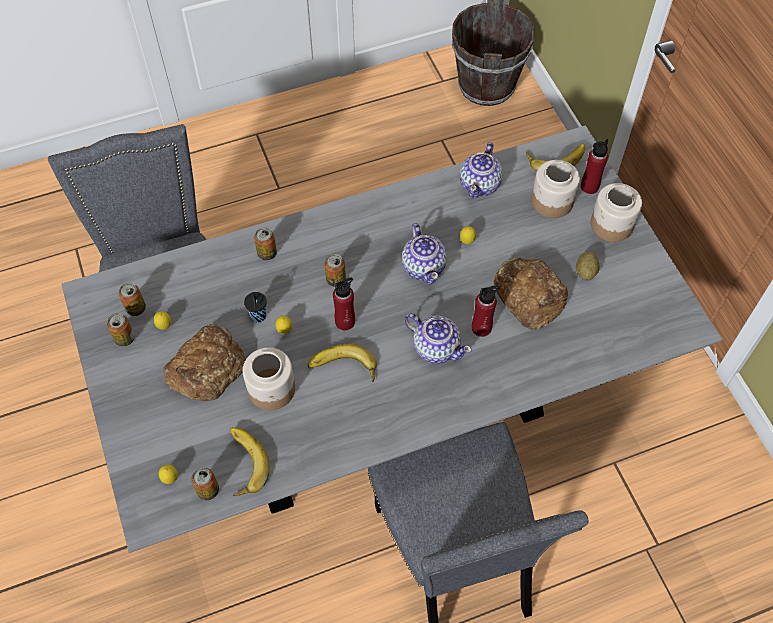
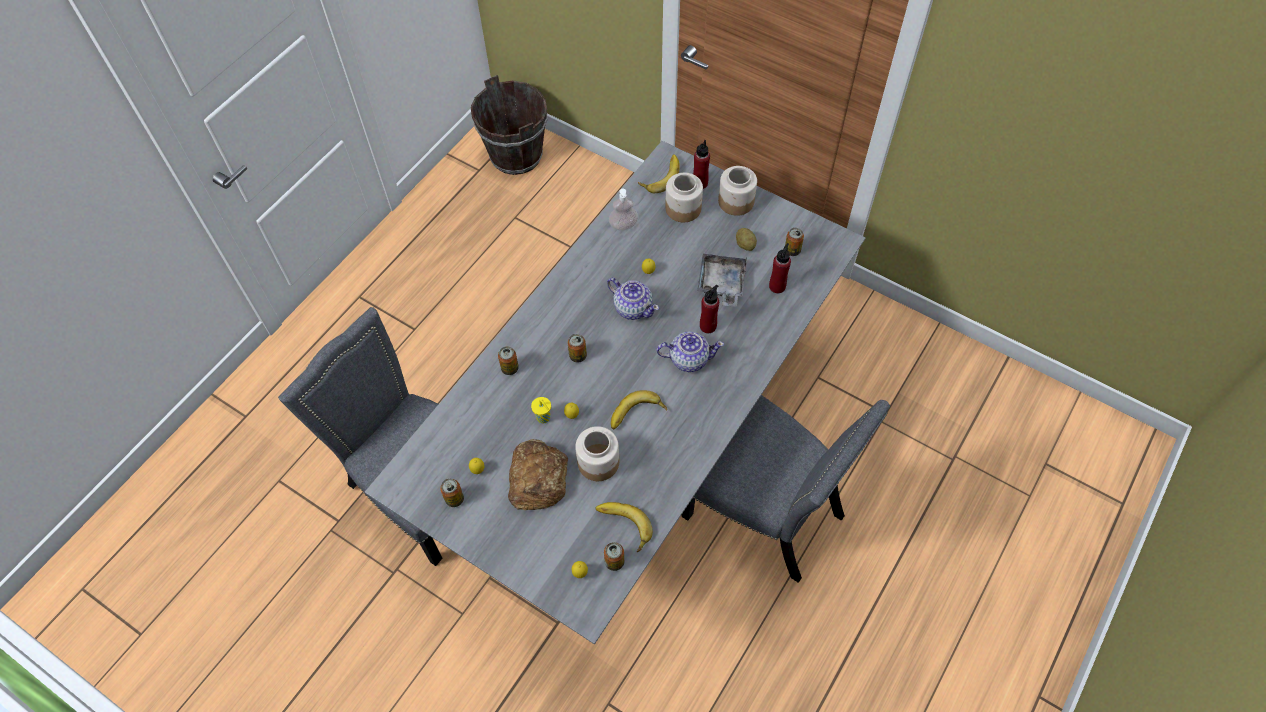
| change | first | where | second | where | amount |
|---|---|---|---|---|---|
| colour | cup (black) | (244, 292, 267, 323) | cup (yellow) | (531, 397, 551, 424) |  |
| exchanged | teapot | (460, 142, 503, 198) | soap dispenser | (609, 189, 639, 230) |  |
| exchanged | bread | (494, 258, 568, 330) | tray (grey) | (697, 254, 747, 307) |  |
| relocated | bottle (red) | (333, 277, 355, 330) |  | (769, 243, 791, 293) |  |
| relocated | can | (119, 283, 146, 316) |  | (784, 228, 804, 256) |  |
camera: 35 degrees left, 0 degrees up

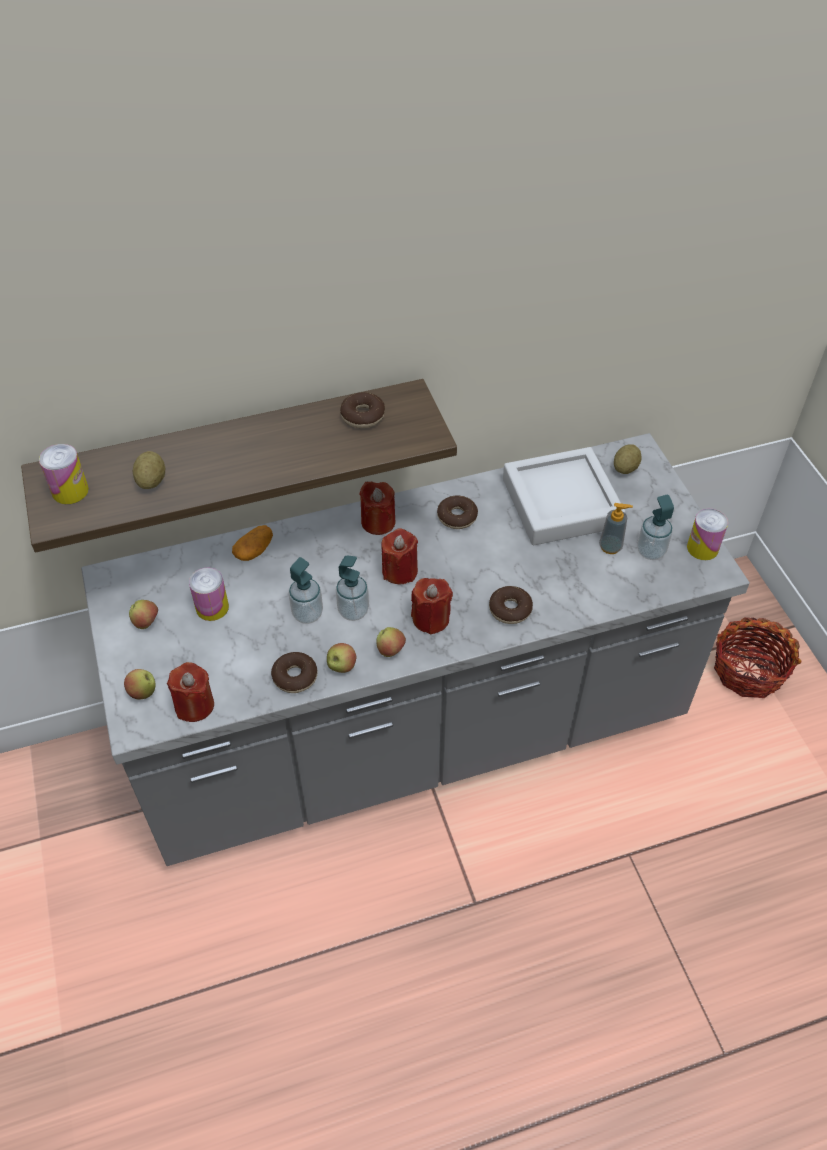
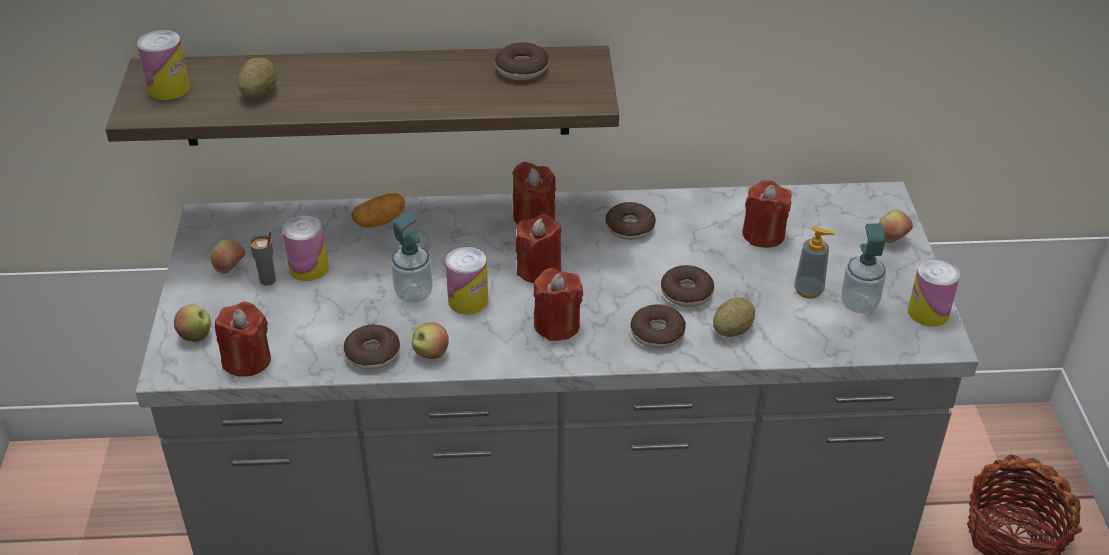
| change | first | where | second | where | amount |
|---|---|---|---|---|---|
| appeared |  |  | cup (grey) | (250, 232, 276, 286) |  |
| exchanged | soap dispenser | (336, 556, 369, 621) | can | (445, 247, 488, 314) |  |
| appeared |  |  | donut | (661, 265, 714, 307) |  |
| relocated | potato | (614, 444, 642, 474) |  | (713, 297, 755, 337) |  |
| exchanged | tray (grey) | (503, 447, 626, 545) | candle (red) | (742, 180, 792, 248) |  |
| relocated | apple | (376, 627, 406, 657) |  | (879, 210, 913, 243) |  |
camera: 15 degrees right, 10 degrees down

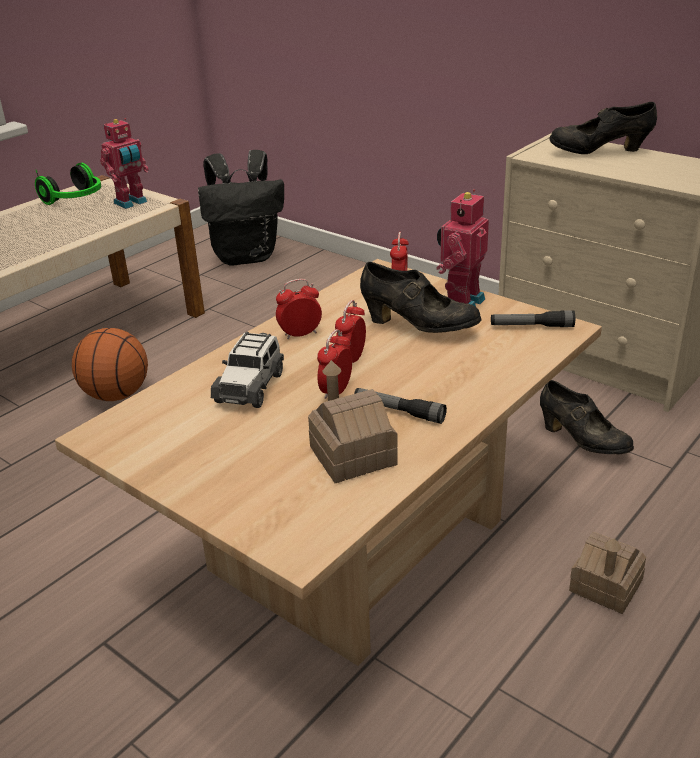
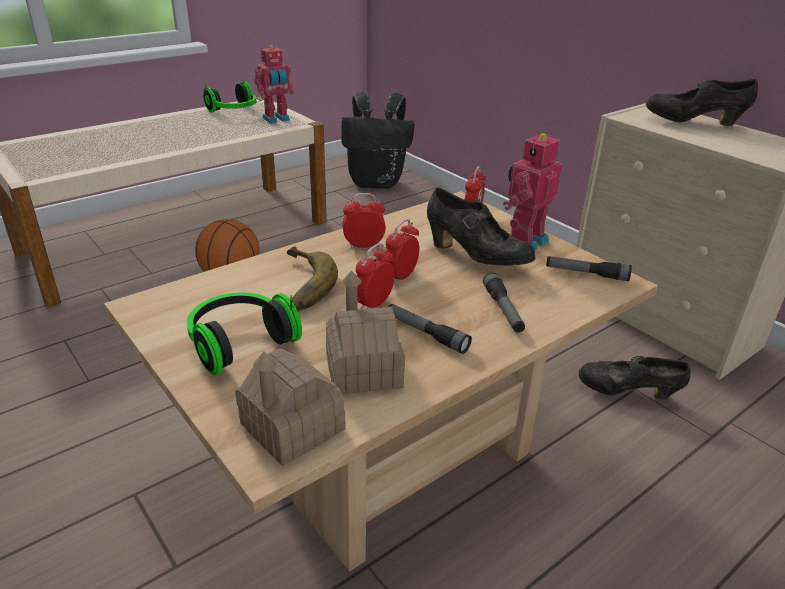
| change | first | where | second | where | amount |
|---|---|---|---|---|---|
| appeared |  |  | headphones | (187, 293, 302, 376) |  |
| relocated | toy house | (569, 532, 646, 614) |  | (235, 348, 345, 466) |  |
| exchanged | toy car | (211, 332, 284, 408) | banana | (287, 247, 338, 312) |  |
| appeared |  |  | flashlight | (483, 272, 525, 333) |  |
| spun | shoe (black) | (540, 380, 634, 454) |  | (579, 356, 691, 400) | 135 degrees clockwise |
camera: 10 degrees right, 0 degrees up

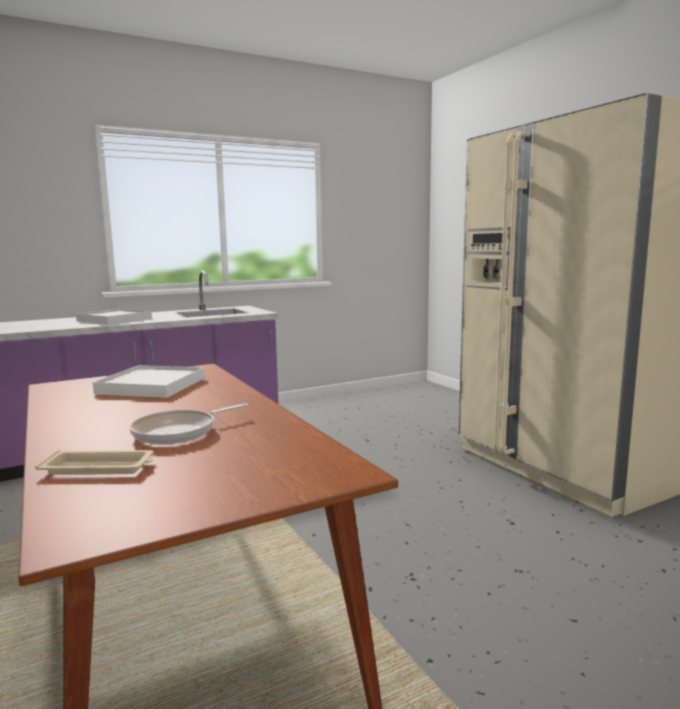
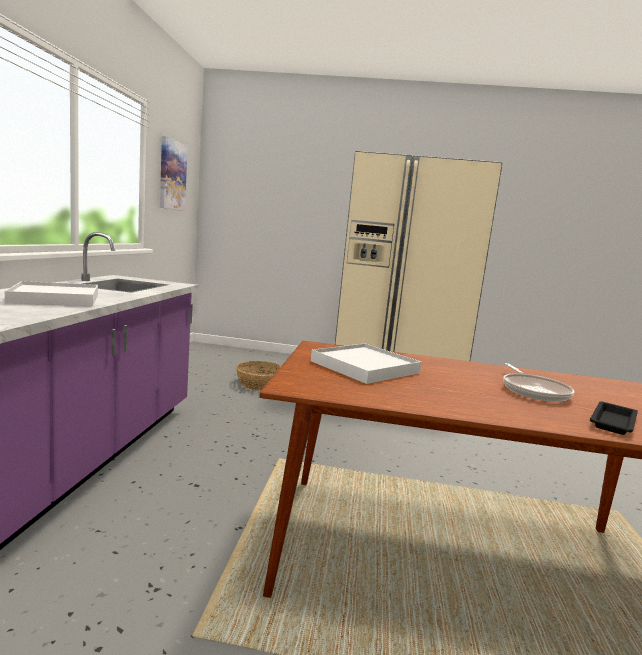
| change | first | where | second | where | amount |
|---|---|---|---|---|---|
| appeared |  |  | picture | (160, 136, 188, 211) |  |
| appeared |  |  | basket | (236, 361, 281, 391) |  |
| colour | tray (beige) | (35, 450, 154, 475) | tray (black) | (590, 401, 638, 435) |  |
camera: 55 degrees left, 0 degrees up

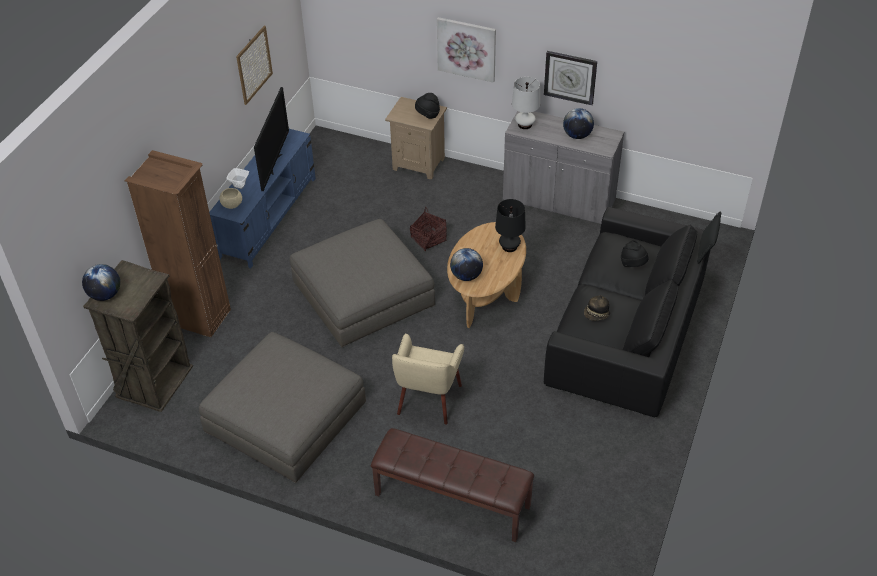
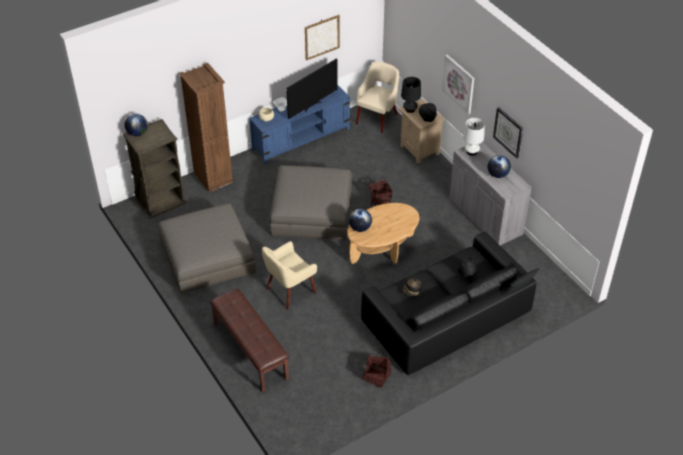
| change | first | where | second | where | amount |
|---|---|---|---|---|---|
| appeared |  |  | armchair (beige) | (356, 62, 399, 133) |  |
| appeared |  |  | basket | (362, 353, 392, 388) |  |
| relocated | table lamp (black) | (495, 199, 526, 252) |  | (401, 77, 421, 113) |  |
camera: 35 degrees right, 0 degrees up

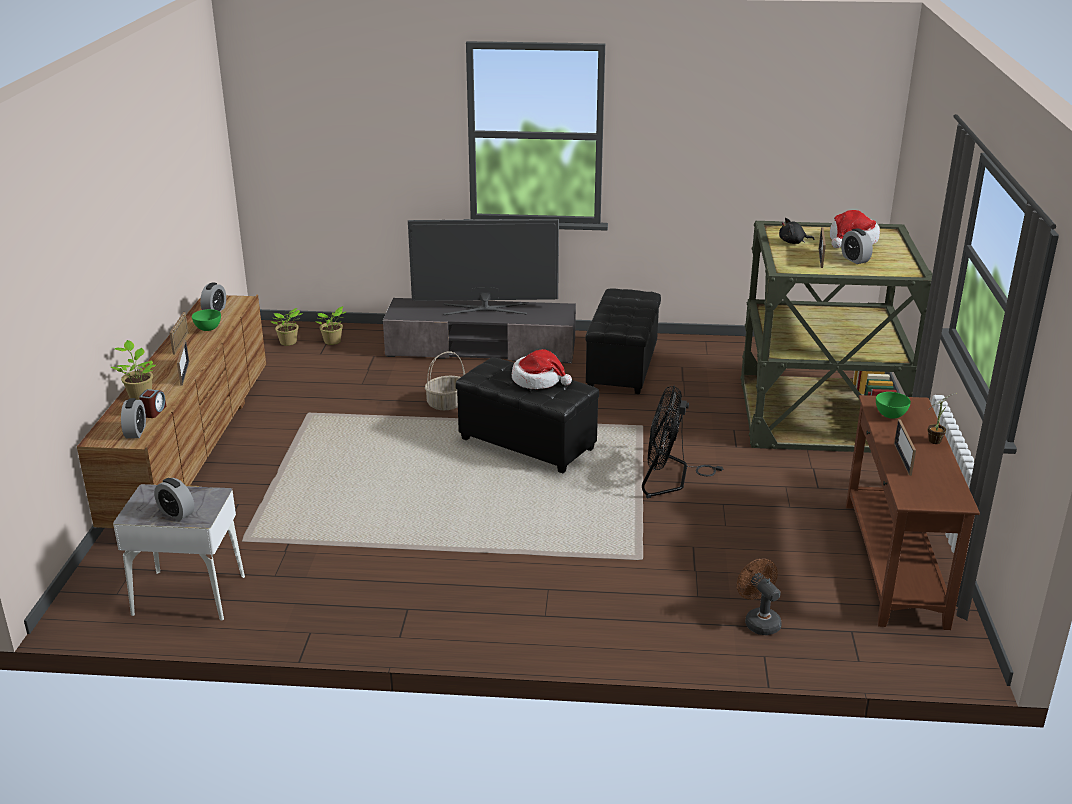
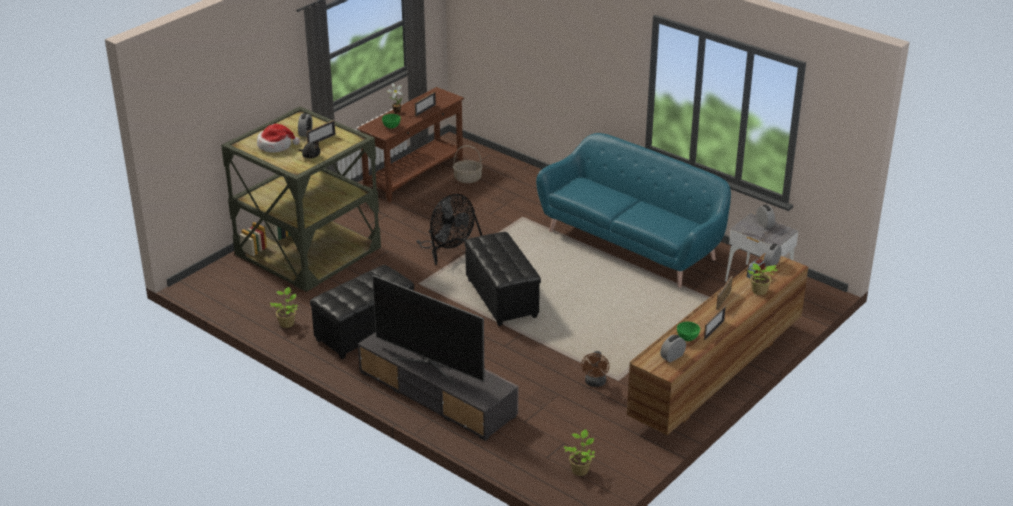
| change | first | where | second | where | amount |
|---|---|---|---|---|---|
| relocated | potted plant | (315, 306, 346, 345) |  | (270, 287, 298, 328) |  |
| relocated | basket | (425, 352, 465, 410) |  | (453, 145, 482, 183) |  |
| appeared |  |  | sofa (turquoise) | (536, 133, 731, 288) |  |
| relocated | fan (brown) | (737, 559, 782, 635) |  | (581, 351, 610, 387) |  |
| missing | hat | (512, 349, 572, 389) |  |  |  |
camera: 145 degrees left, 5 degrees up

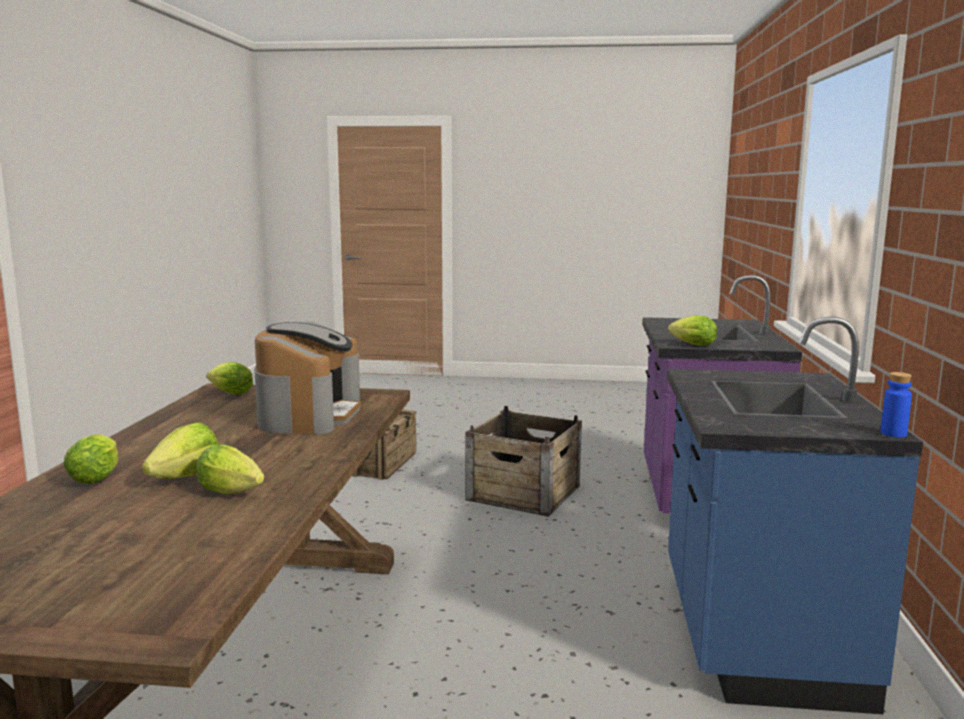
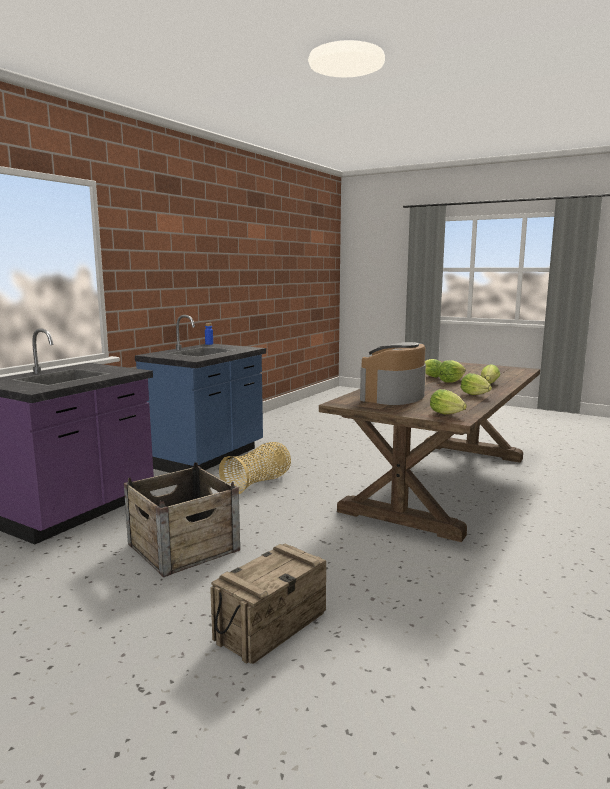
| change | first | where | second | where | amount |
|---|---|---|---|---|---|
| appeared |  |  | basket | (219, 442, 291, 494) |  |
| relocated | lettuce | (668, 316, 717, 346) |  | (461, 373, 492, 395) |  |
camera: 155 degrees left, 0 degrees up

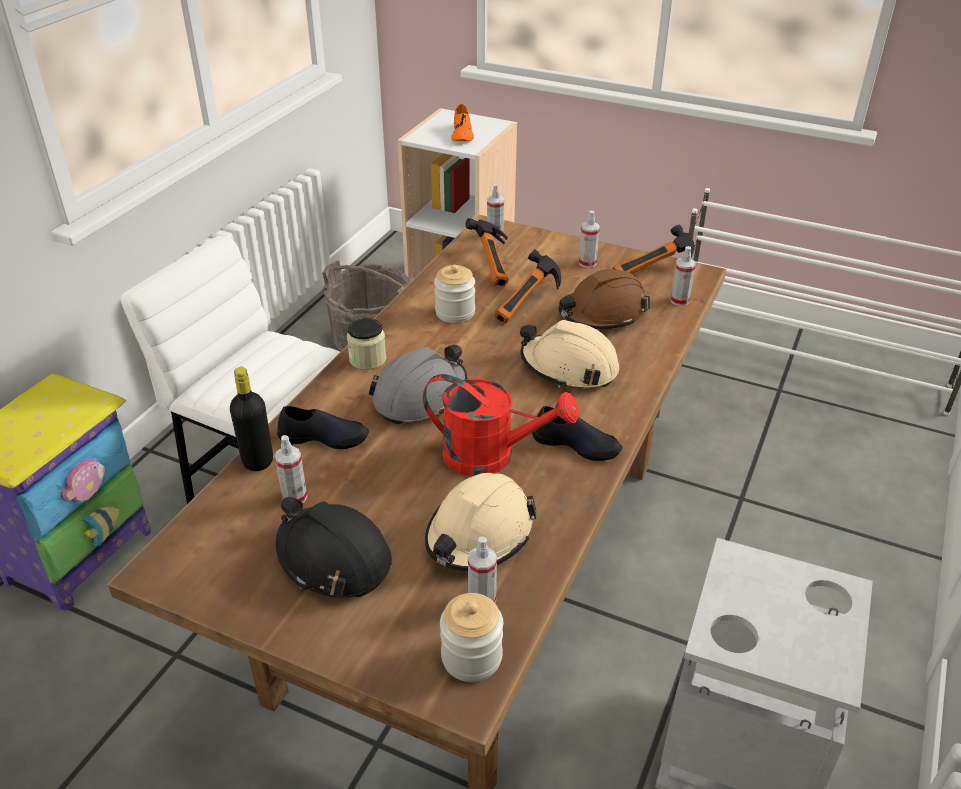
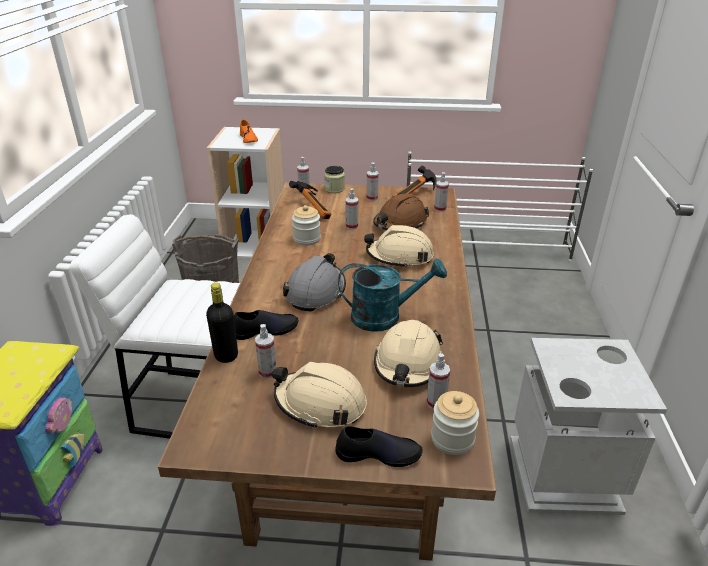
| change | first | where | second | where | amount |
|---|---|---|---|---|---|
| colour | hard hat (black) | (276, 496, 392, 598) | hard hat (beige) | (272, 362, 367, 429) |  |
| relocated | jar | (347, 318, 386, 370) |  | (324, 166, 345, 193) |  |
| relocated | shoe (black) | (532, 406, 623, 461) |  | (335, 426, 423, 467) |  |
| colour | watering can (red) | (423, 374, 579, 476) | watering can (turquoise) | (338, 259, 447, 332) |  |
| exchanged | hammer | (495, 249, 561, 324) | spray bottle | (345, 188, 358, 230) |  |
camera: 20 degrees left, 5 degrees down

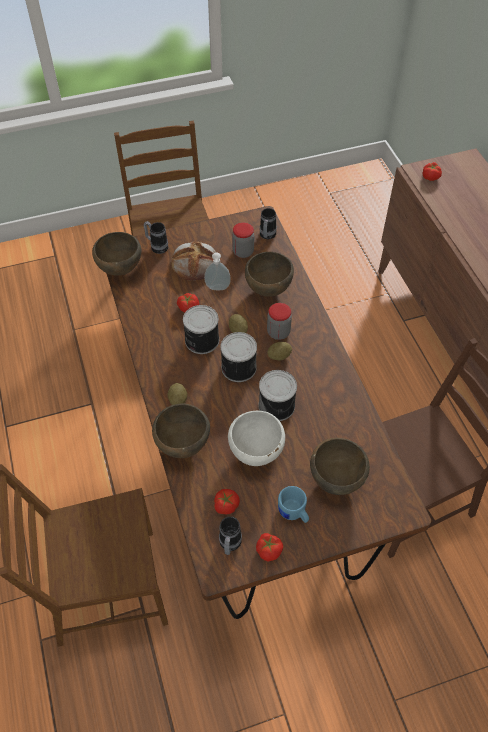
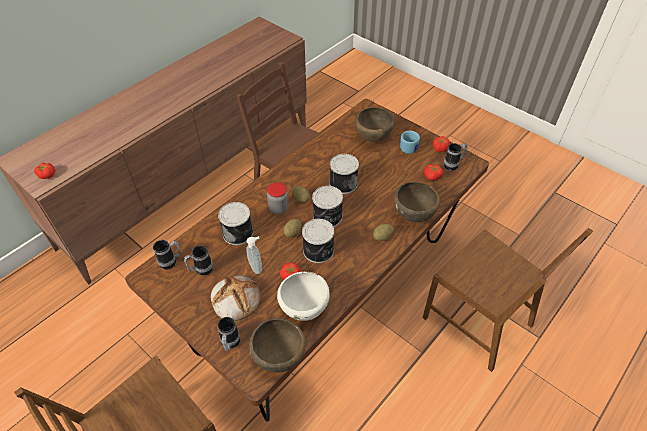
| change | first | where | second | where | amount |
|---|---|---|---|---|---|
| exchanged | jar | (232, 222, 254, 258) | mug | (184, 245, 213, 275) |  |
| exchanged | bowl (brown) | (245, 252, 294, 297) | can | (218, 202, 253, 245) |  |
| relocated | bowl (white) | (228, 411, 285, 466) |  | (277, 272, 330, 321) |  |
camera: 120 degrees left, 5 degrees down

